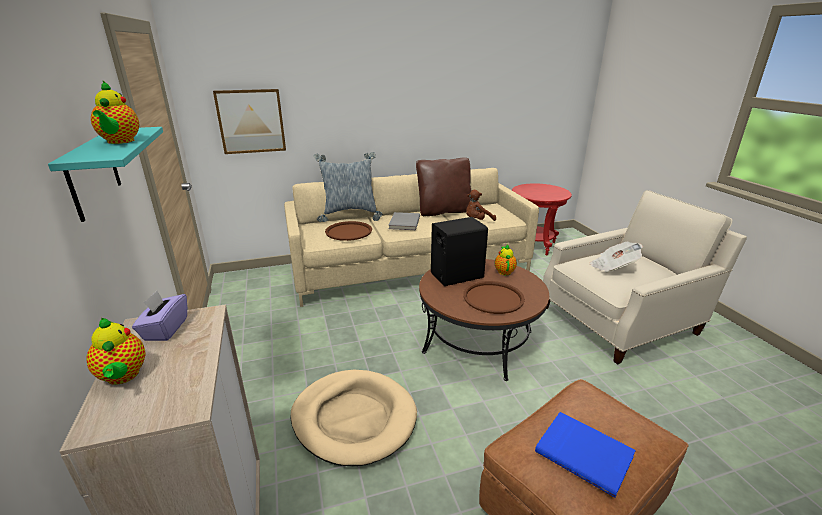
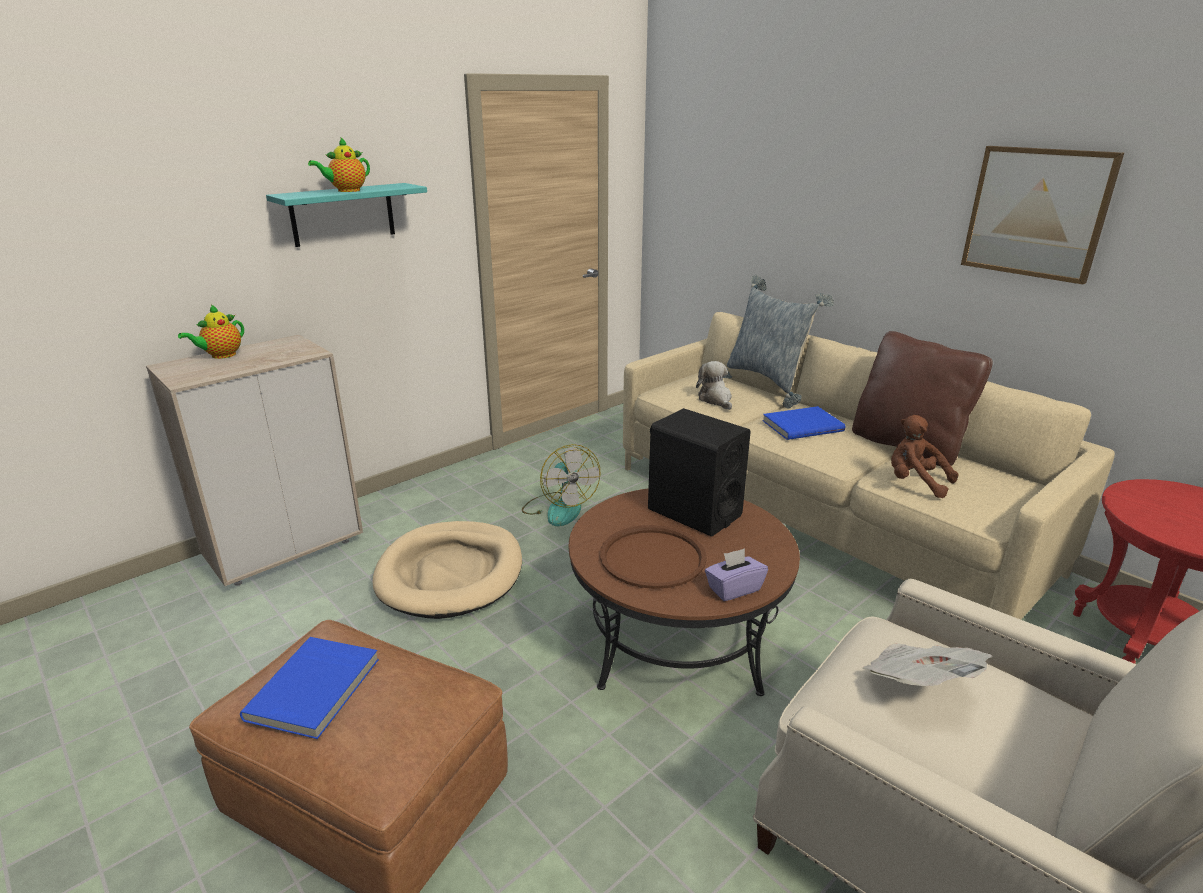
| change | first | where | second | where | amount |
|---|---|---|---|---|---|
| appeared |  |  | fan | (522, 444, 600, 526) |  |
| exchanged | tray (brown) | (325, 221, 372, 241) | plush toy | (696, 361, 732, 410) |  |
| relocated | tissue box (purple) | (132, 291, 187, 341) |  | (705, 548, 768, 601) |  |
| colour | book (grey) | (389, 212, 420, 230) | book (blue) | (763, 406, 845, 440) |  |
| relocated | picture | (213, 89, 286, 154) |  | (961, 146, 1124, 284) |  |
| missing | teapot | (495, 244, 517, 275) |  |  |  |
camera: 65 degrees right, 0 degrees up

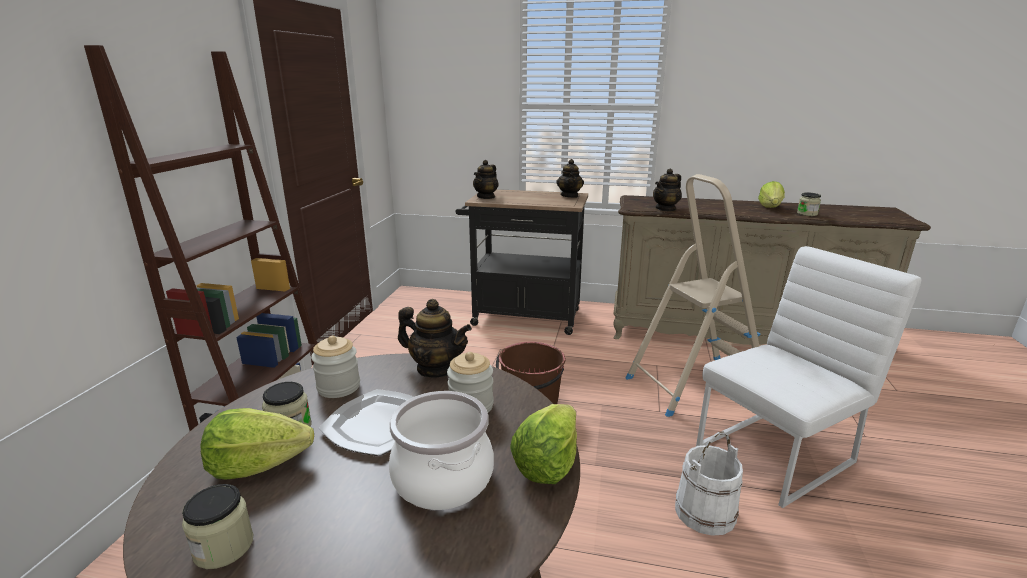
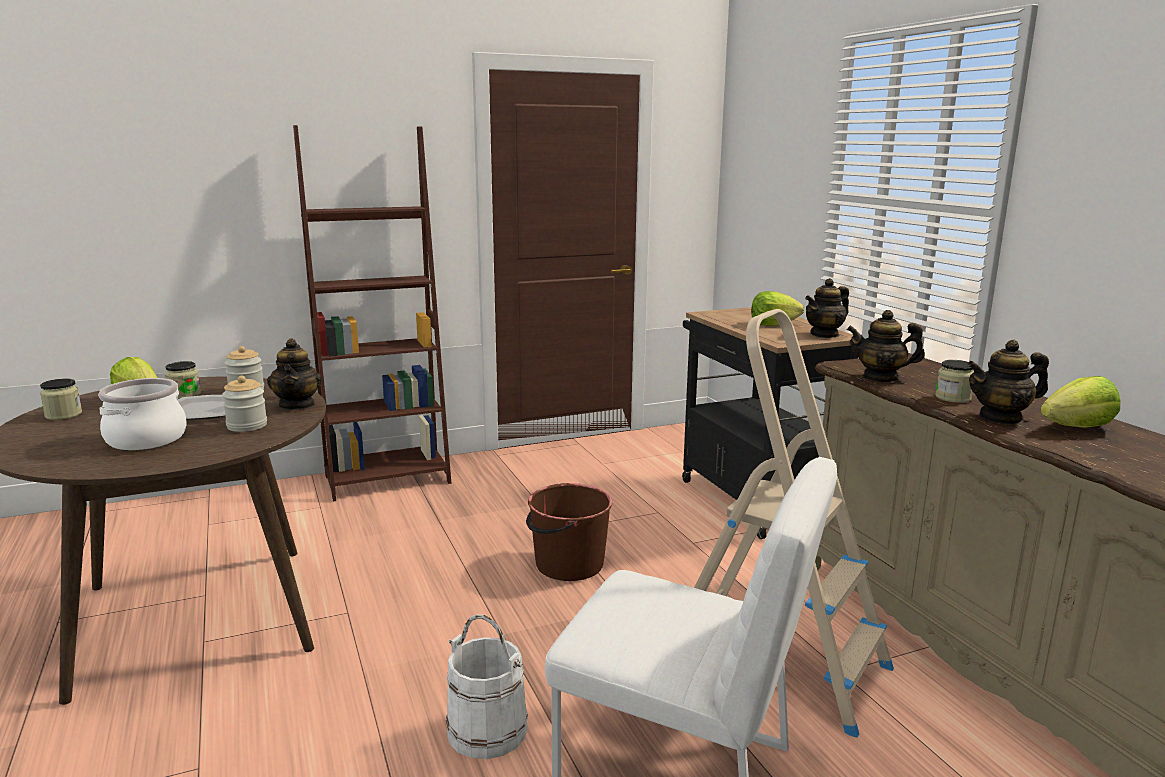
| change | first | where | second | where | amount |
|---|---|---|---|---|---|
| relocated | lettuce | (510, 404, 577, 484) |  | (751, 291, 804, 326) |  |
| relocated | jar | (797, 193, 821, 216) |  | (935, 360, 974, 403) |  |
| relocated | teapot | (473, 160, 498, 199) |  | (967, 340, 1049, 425) |  |
camera: 55 degrees right, 5 degrees down

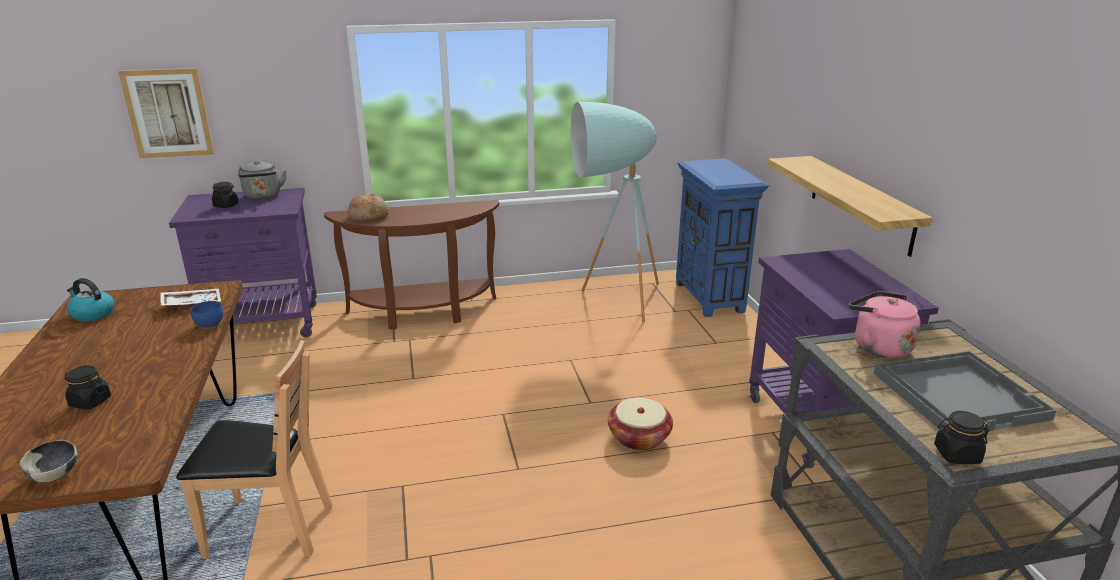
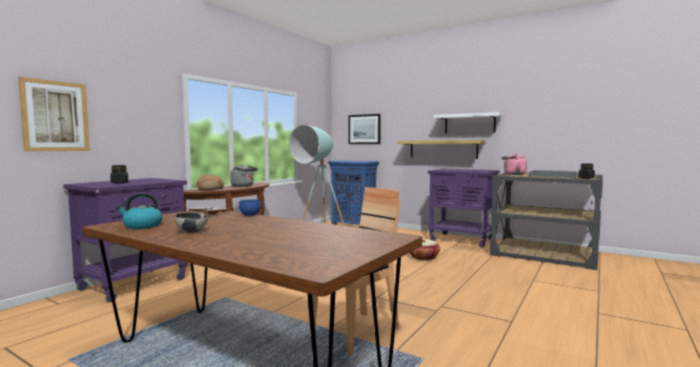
| change | first | where | second | where | amount |
|---|---|---|---|---|---|
| relocated | bowl | (20, 440, 78, 483) |  | (175, 212, 209, 233) |  |
| relocated | kettle (grey) | (238, 161, 287, 199) |  | (230, 165, 258, 187) |  |
| appeared |  |  | picture | (348, 114, 381, 144) |  |
| appeared |  |  | shelf (white) | (433, 112, 503, 133) |  |
| missing | jar (black) | (65, 365, 111, 410) |  |  |  |
camera: 45 degrees left, 20 degrees down

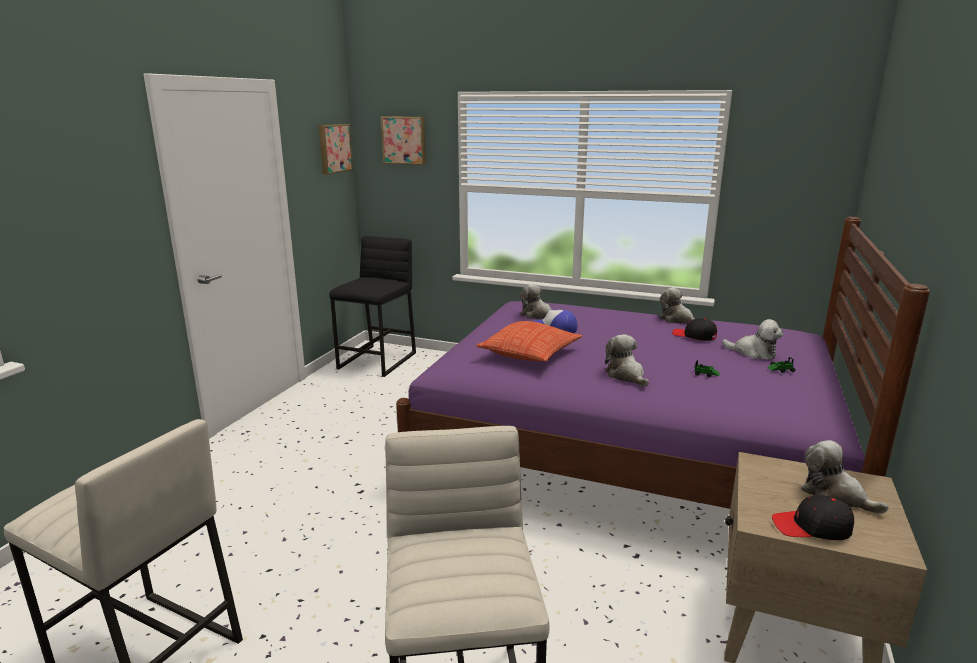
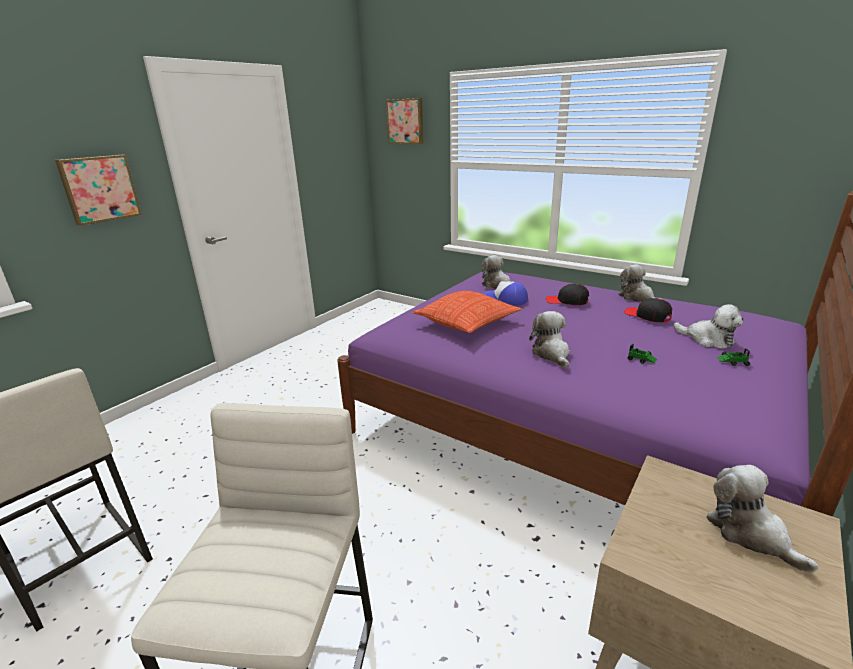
| change | first | where | second | where | amount |
|---|---|---|---|---|---|
| relocated | picture | (319, 124, 353, 174) |  | (55, 155, 142, 226) |  |
| relocated | cap (black) | (772, 495, 854, 540) |  | (546, 284, 589, 305) |  |
| missing | stool (black) | (330, 236, 416, 377) |  |  |  |
camera: 15 degrees right, 5 degrees up

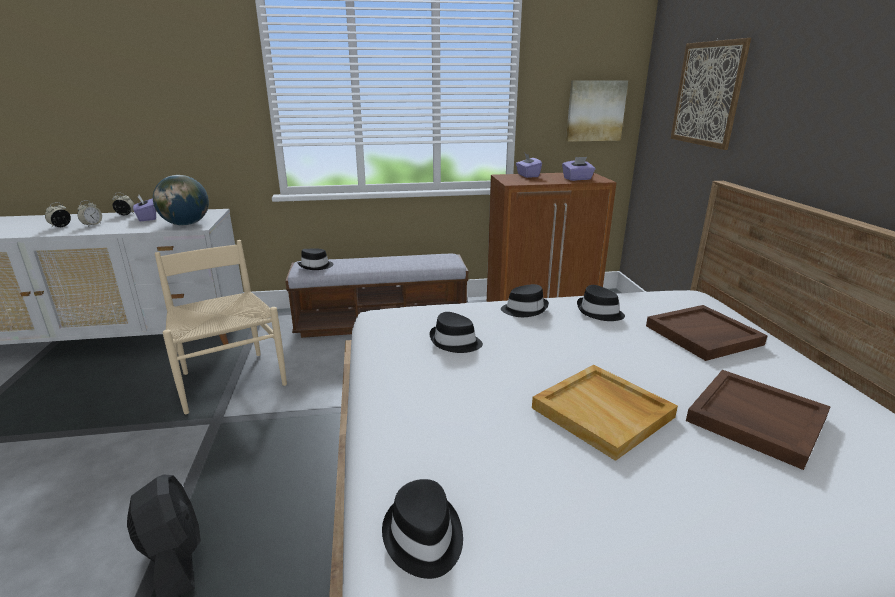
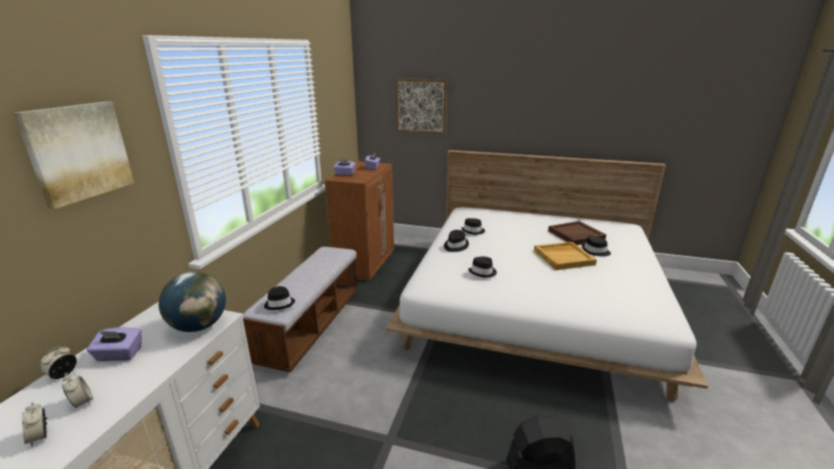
| change | first | where | second | where | amount |
|---|---|---|---|---|---|
| relocated | picture | (566, 80, 628, 142) |  | (14, 101, 134, 209) |  |
| relocated | hat (black) | (382, 479, 463, 579) |  | (582, 236, 611, 257) |  |
| missing | chair (beige) | (155, 240, 287, 414) |  |  |  |
| missing | tray (brown) | (646, 305, 768, 361) |  |  |  |
camera: 65 degrees left, 0 degrees up

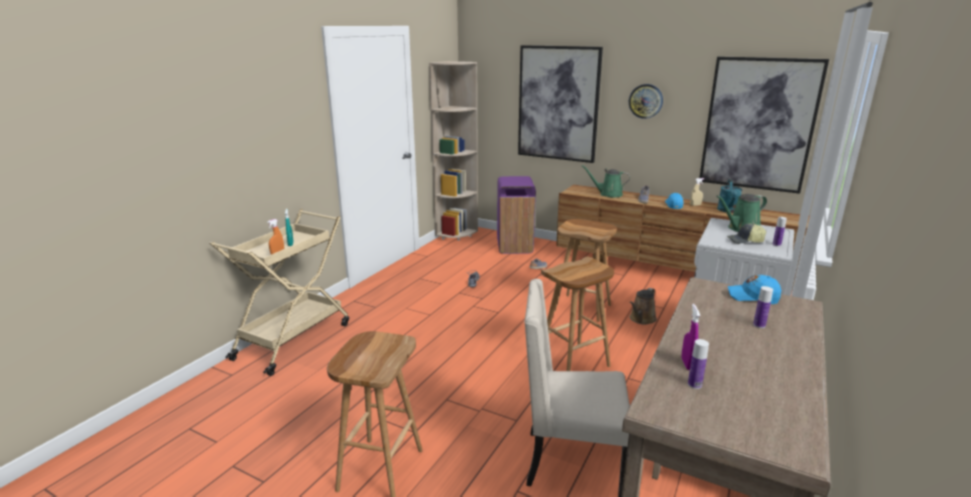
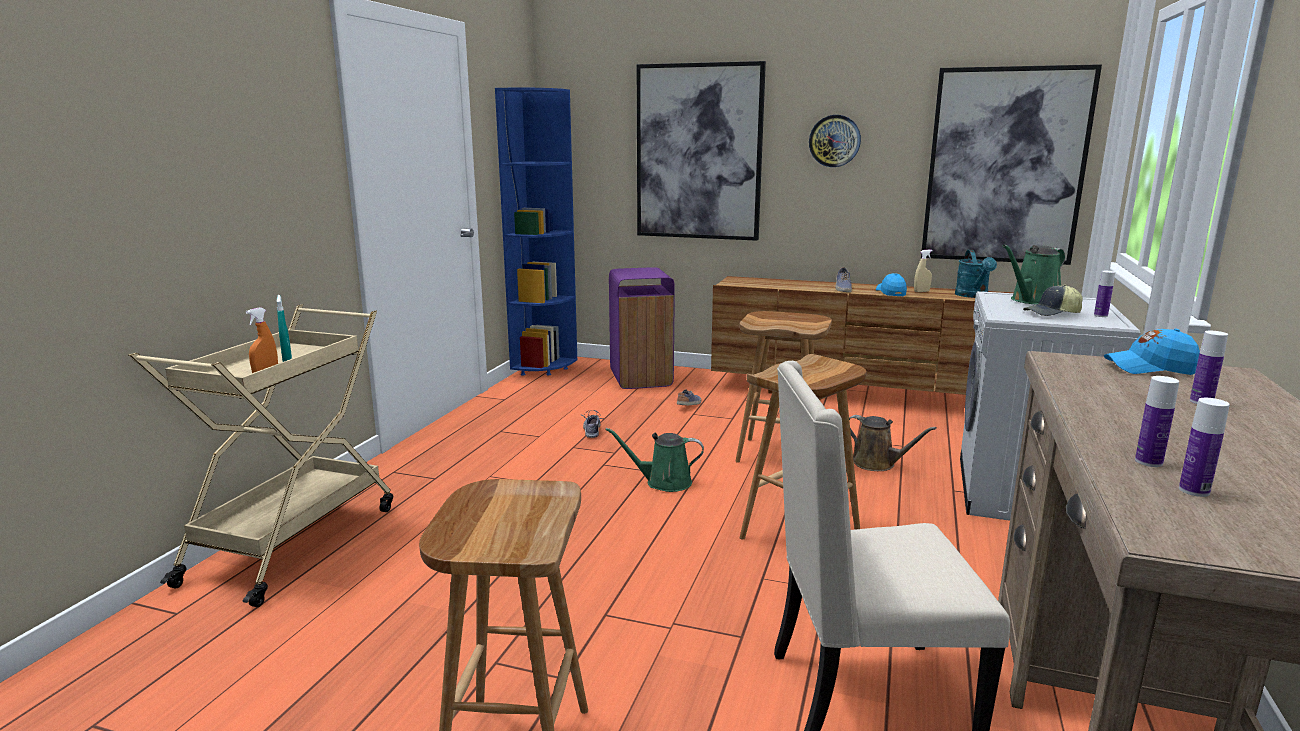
| change | first | where | second | where | amount |
|---|---|---|---|---|---|
| colour | bookcase (beige) | (429, 61, 478, 240) | bookcase (blue) | (495, 88, 577, 376) |  |
| relocated | watering can (green) | (582, 165, 630, 197) |  | (605, 428, 704, 492) |  |
| spun | watering can (brown) | (630, 288, 657, 325) |  | (849, 415, 937, 471) | 75 degrees counterclockwise |
| exchanged | spray bottle (purple) | (681, 304, 700, 370) | bottle | (1135, 376, 1179, 467) |  |
camera: 10 degrees left, 5 degrees down

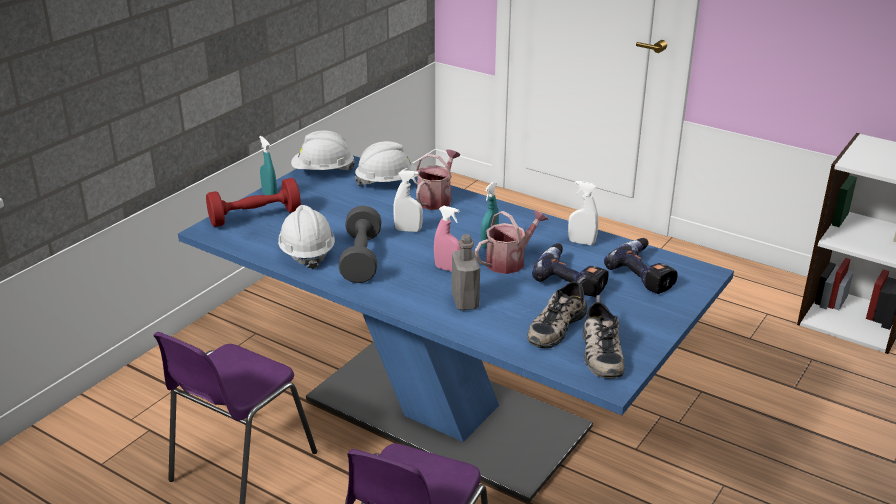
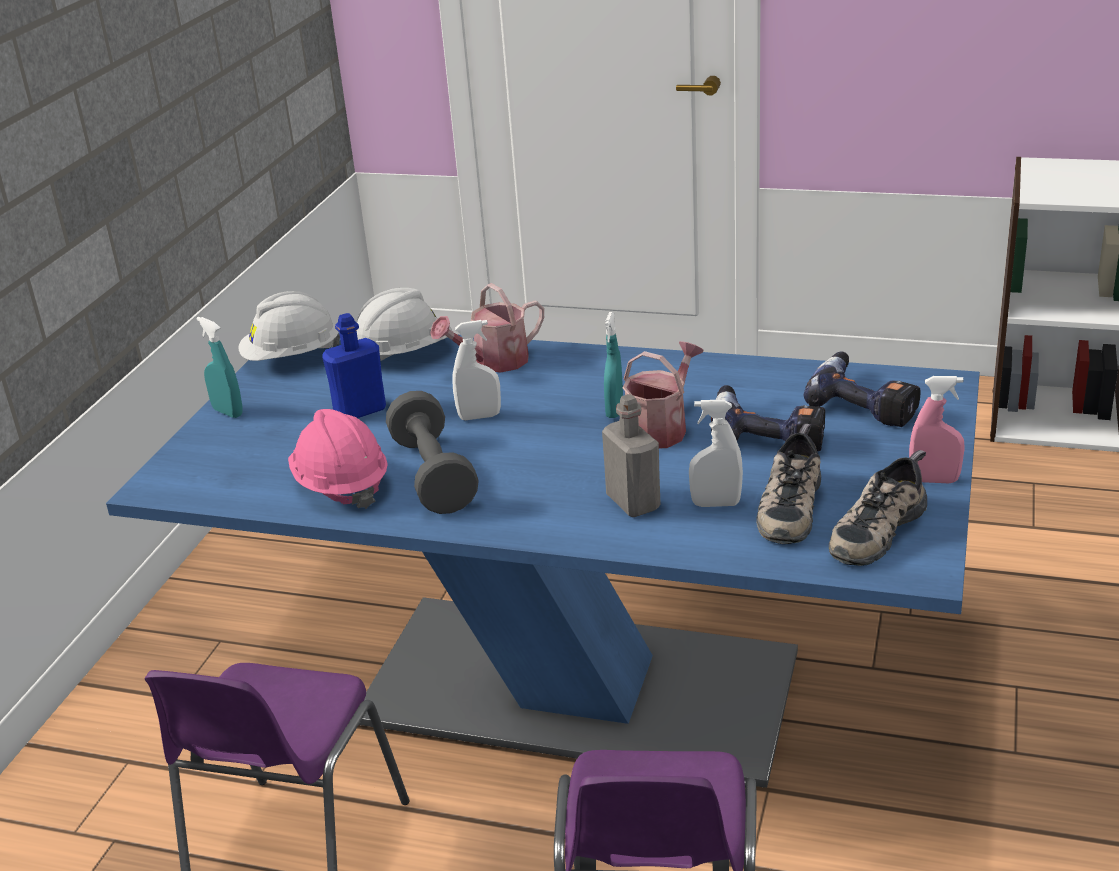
| change | first | where | second | where | amount |
|---|---|---|---|---|---|
| colour | hard hat (white) | (278, 205, 335, 269) | hard hat (pink) | (288, 409, 388, 509) |  |
| appeared |  |  | bottle (blue) | (322, 313, 386, 418) |  |
| spun | watering can | (416, 149, 460, 210) |  | (430, 283, 544, 373) | 135 degrees counterclockwise |
| relocated | spray bottle (white) | (568, 181, 598, 245) |  | (689, 400, 743, 507) |  |
| spun | shoe | (582, 295, 624, 379) |  | (829, 450, 927, 566) | 60 degrees clockwise |
| relocated | spray bottle (pink) | (434, 206, 460, 272) |  | (909, 376, 965, 483) |  |
| missing | dumbbell (red) | (206, 178, 301, 227) |  |  |  |
camera: 15 degrees left, 0 degrees up

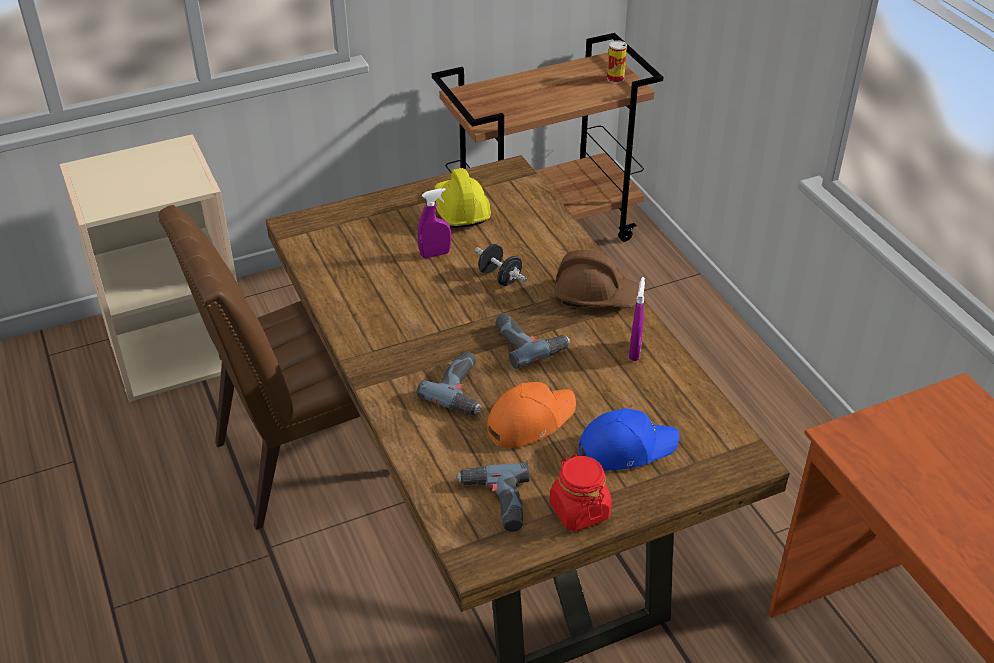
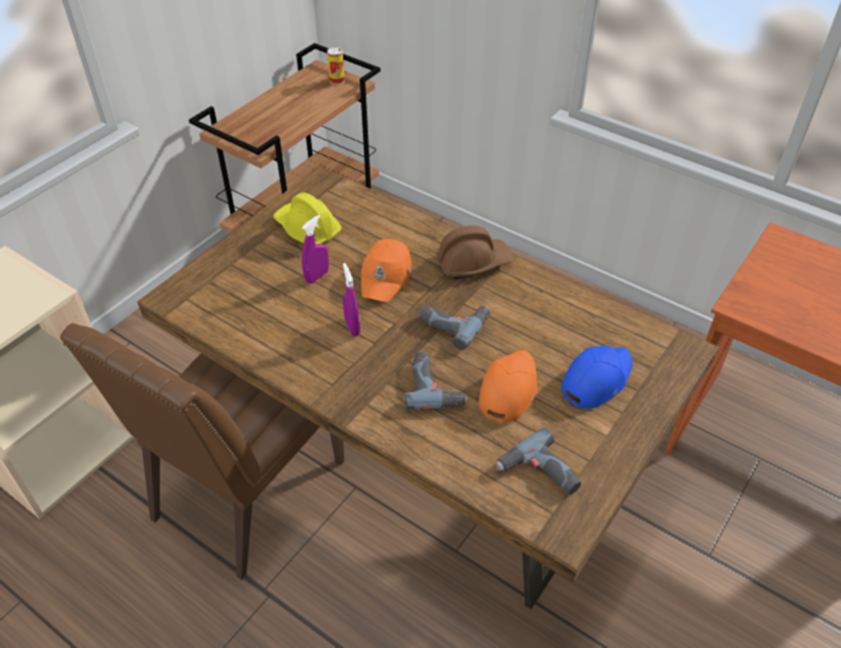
| change | first | where | second | where | amount |
|---|---|---|---|---|---|
| relocated | spray bottle (purple) | (629, 277, 645, 361) |  | (343, 263, 360, 336) |  |
| exchanged | dumbbell (black) | (475, 244, 527, 286) | cap (orange) | (361, 239, 411, 302) |  |
| missing | jar (red) | (550, 454, 612, 531) |  |  |  |
camera: 30 degrees left, 5 degrees up

